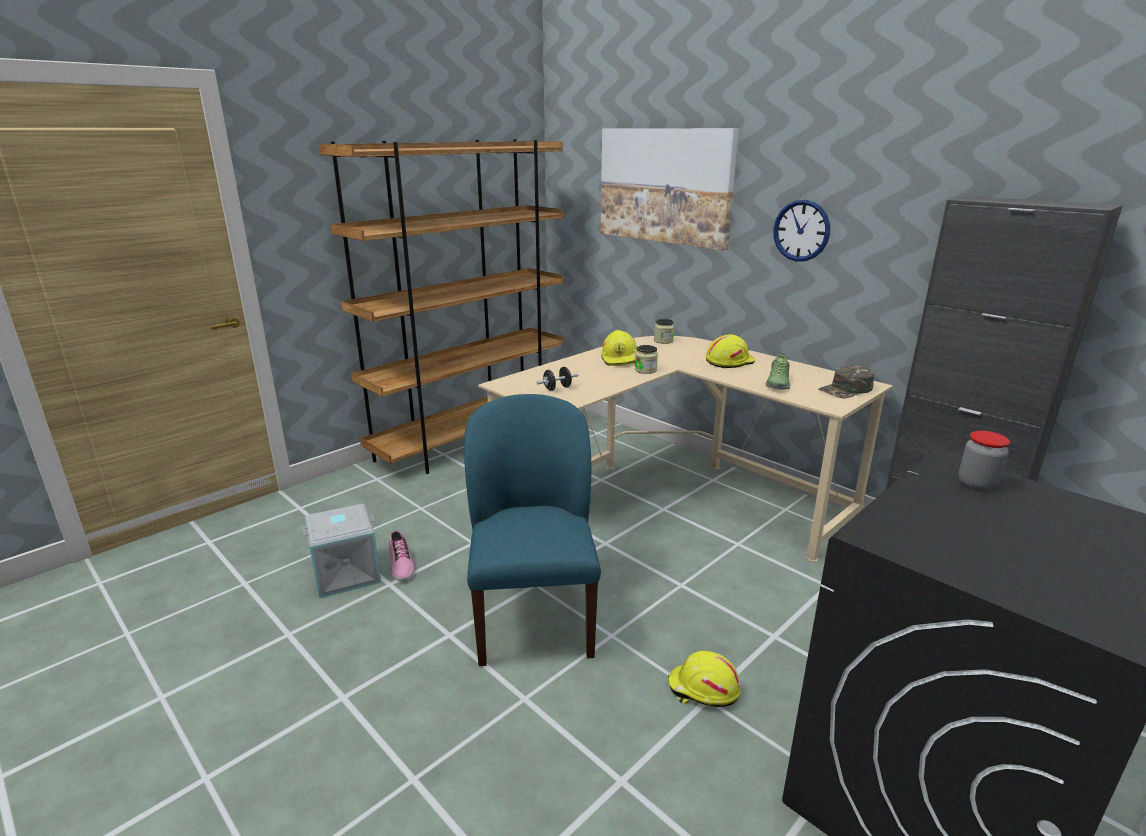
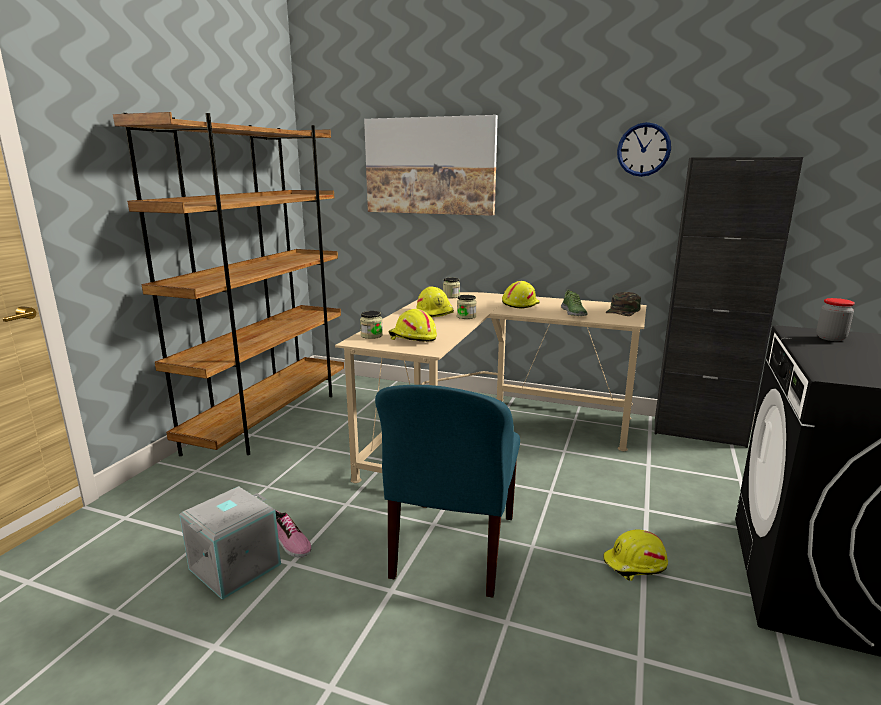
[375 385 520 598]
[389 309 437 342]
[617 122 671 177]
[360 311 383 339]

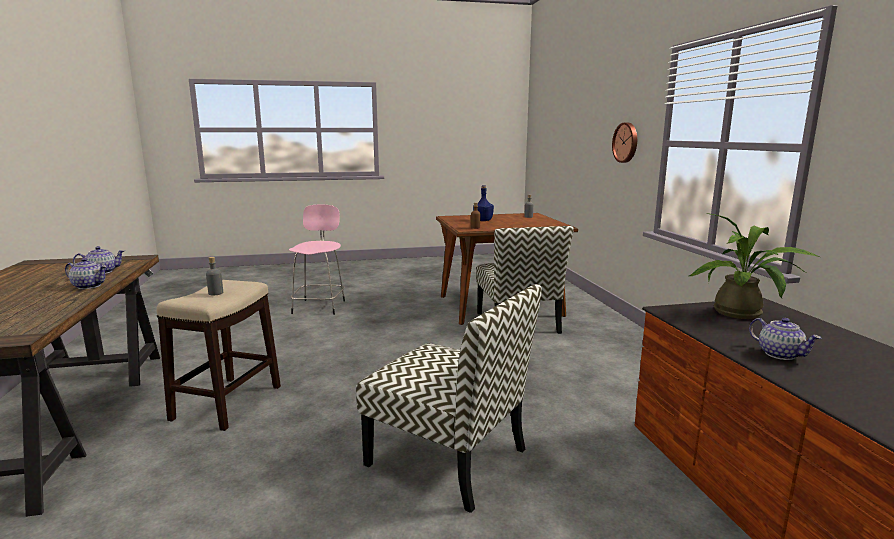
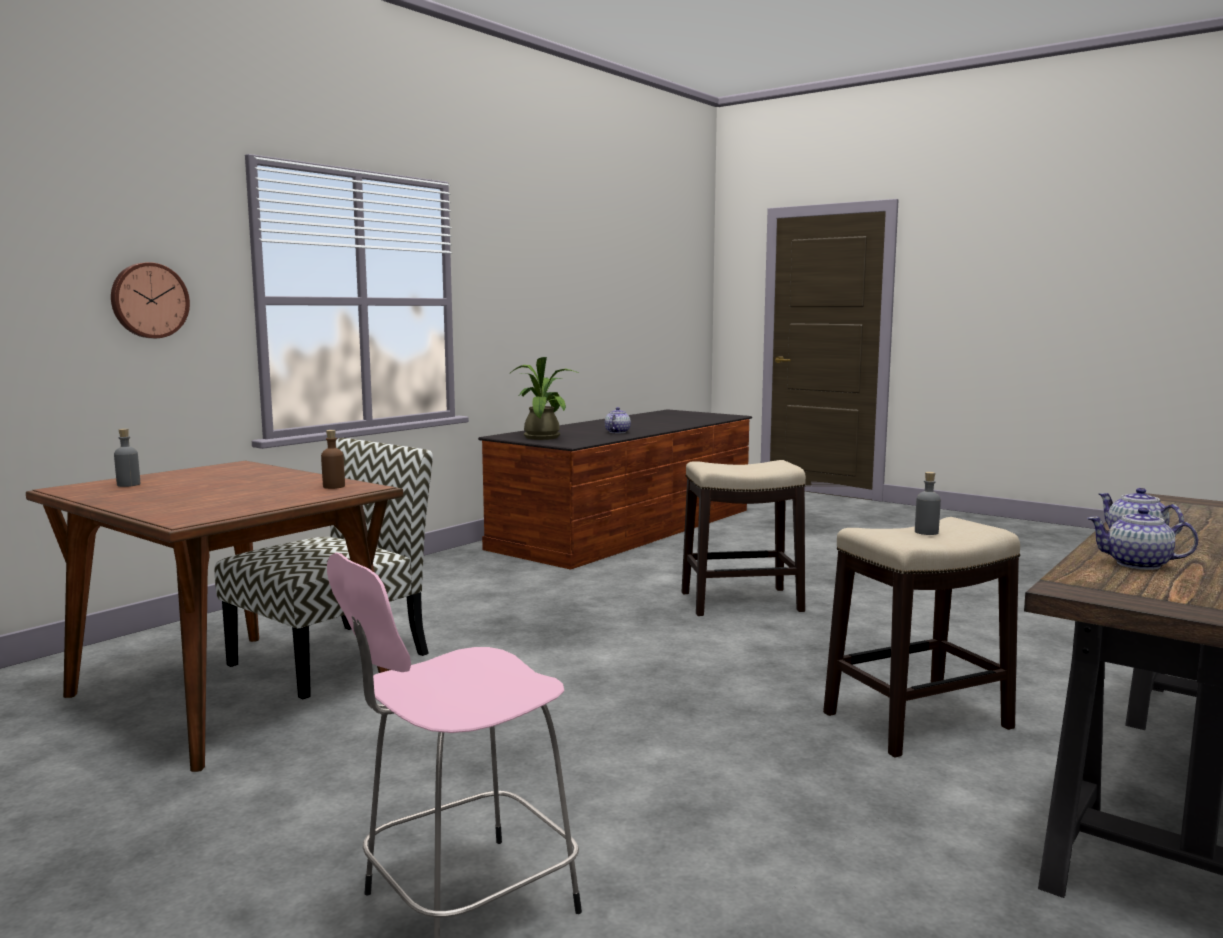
[682 460 806 616]
[473 185 494 221] (first image)

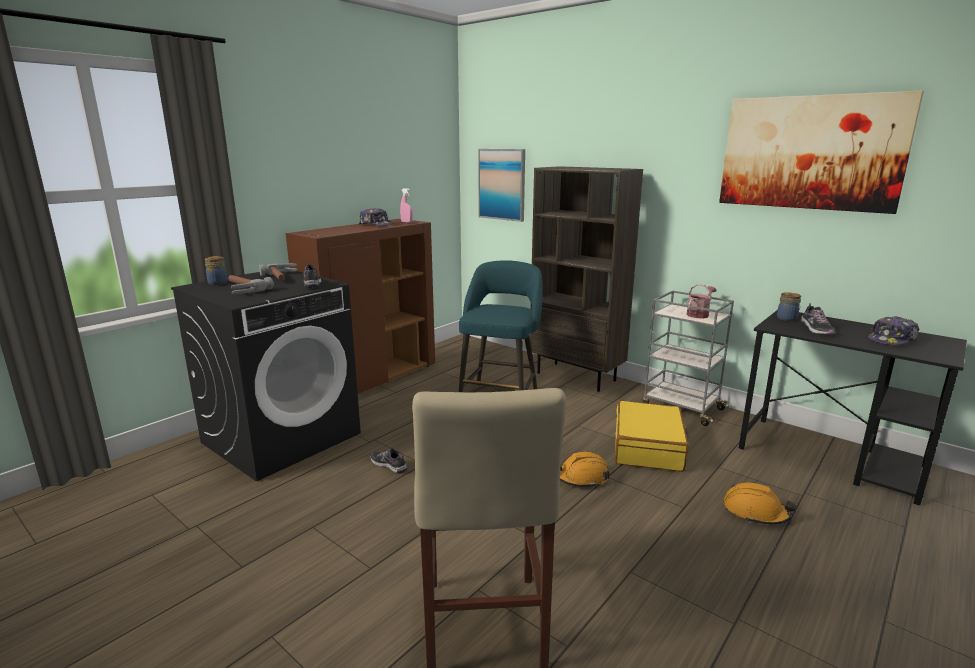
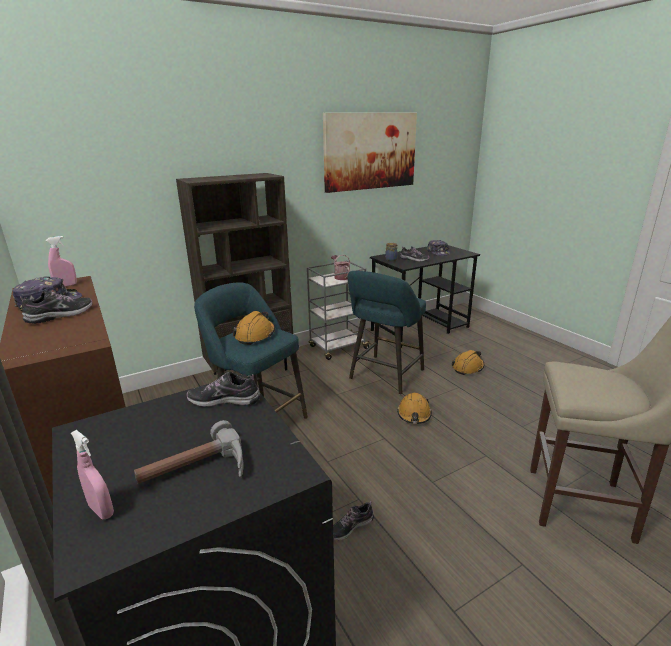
[71 430 114 519]
[259 263 298 281] (first image)
[478 149 525 222] (first image)
[348 271 426 395]
[20 290 92 324]
[233 311 275 345]

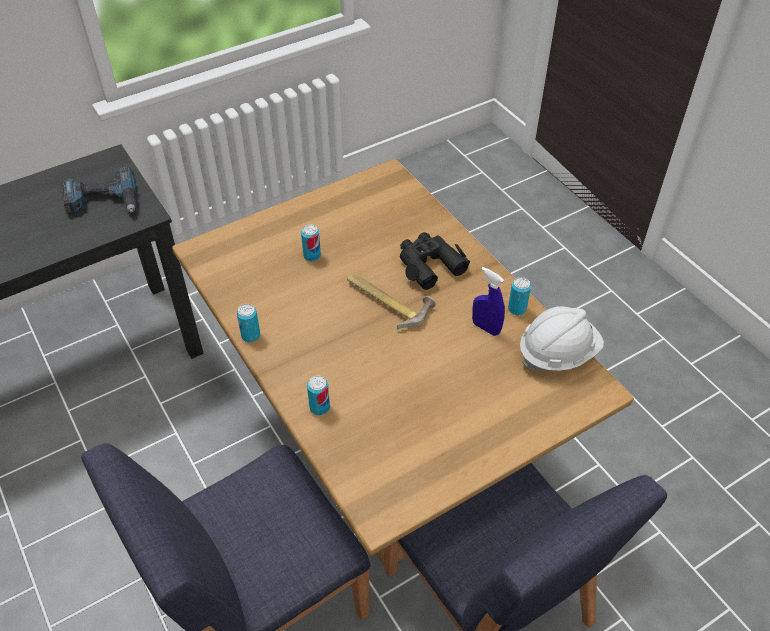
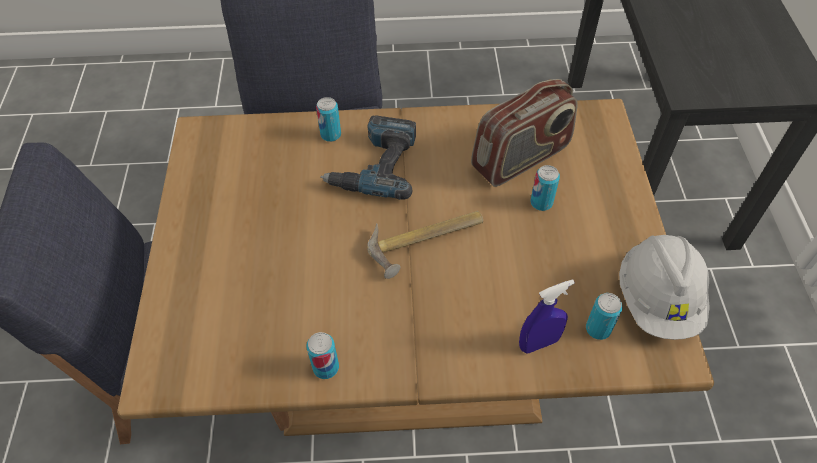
[320 115 416 200]
[586 293 623 340]
[400 232 470 290] (first image)
[519 279 575 354]
[619 235 710 340]
[471 79 578 187]

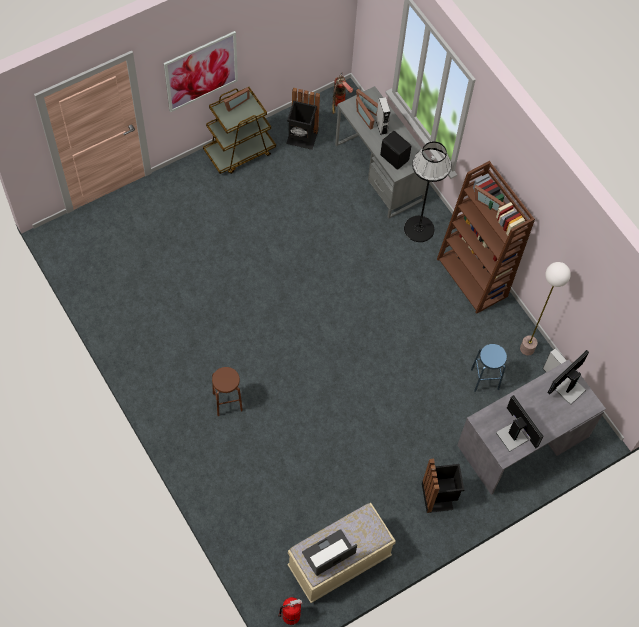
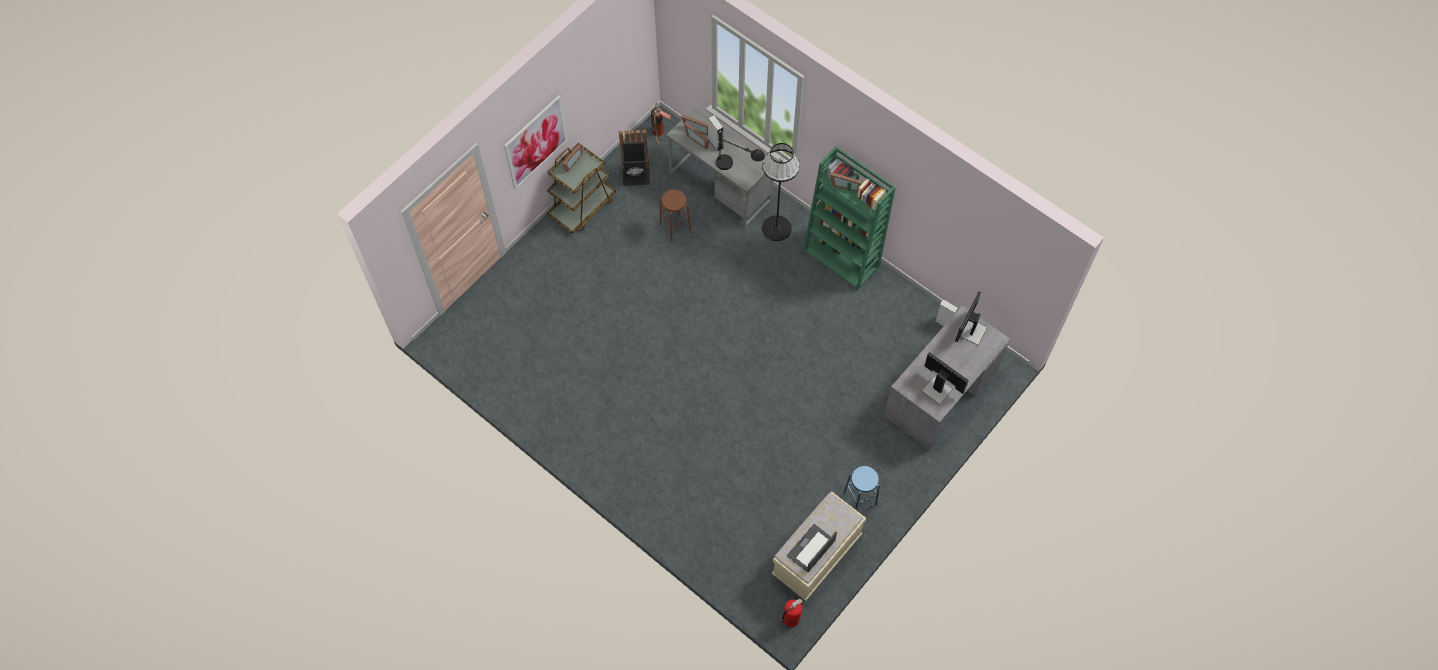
[660 190 691 241]
[716 138 765 170]
[422 459 464 513] (first image)
[803 147 896 291]
[843 466 880 510]
[520 262 571 355] (first image)

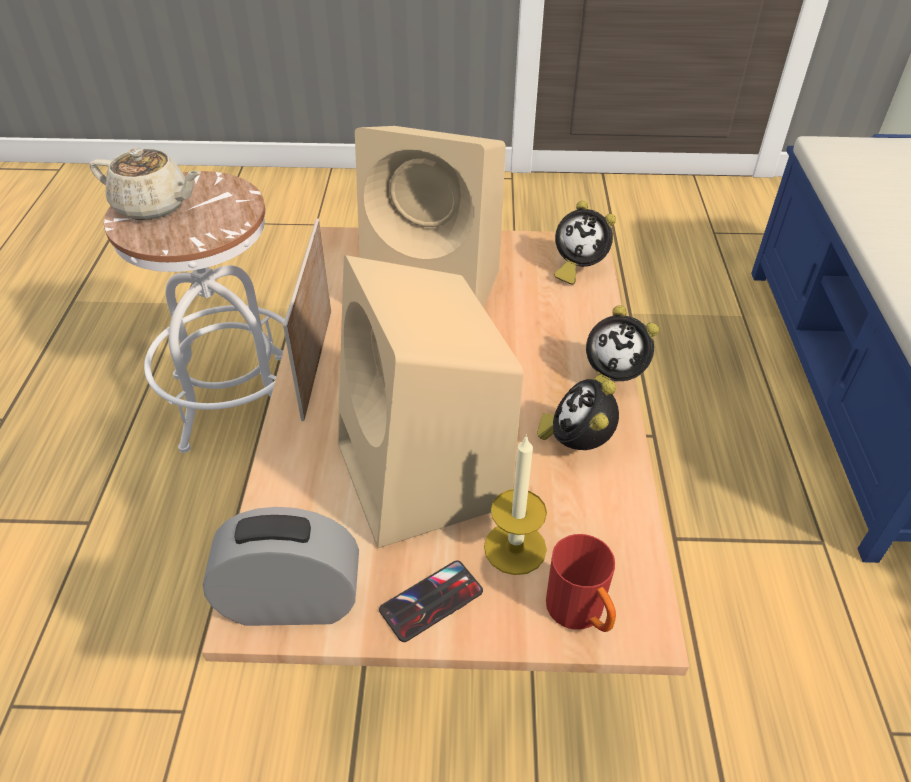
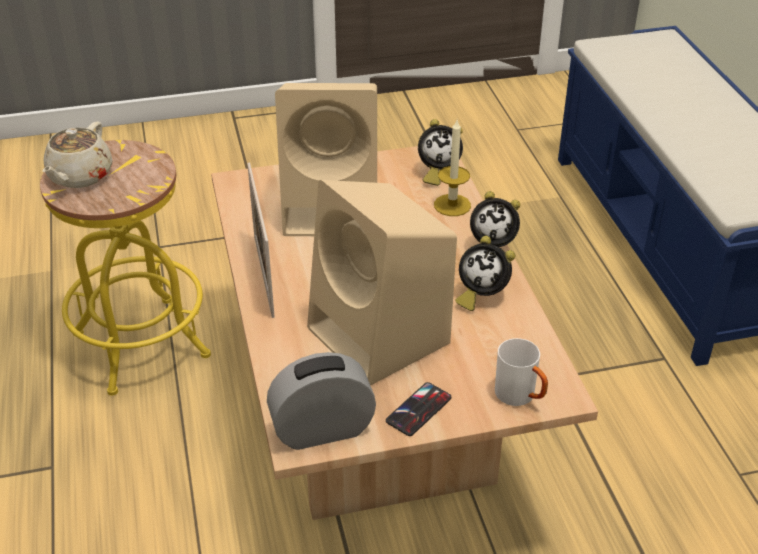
[42 122 112 188]
[40 140 211 396]
[434 120 471 216]
[455 236 515 311]
[495 338 548 406]

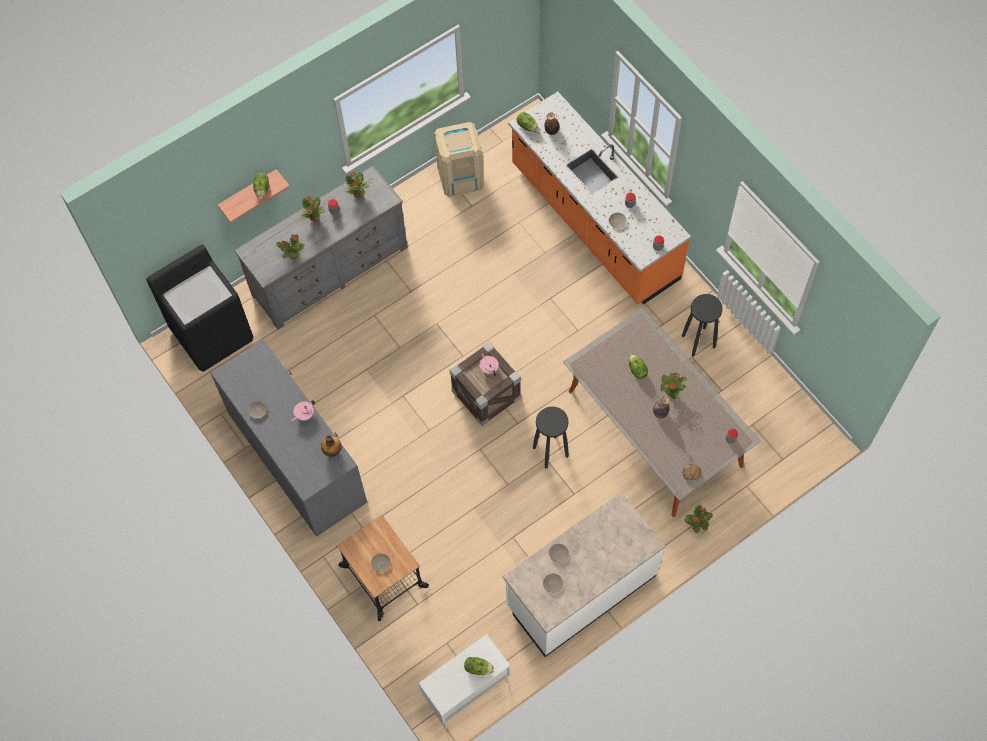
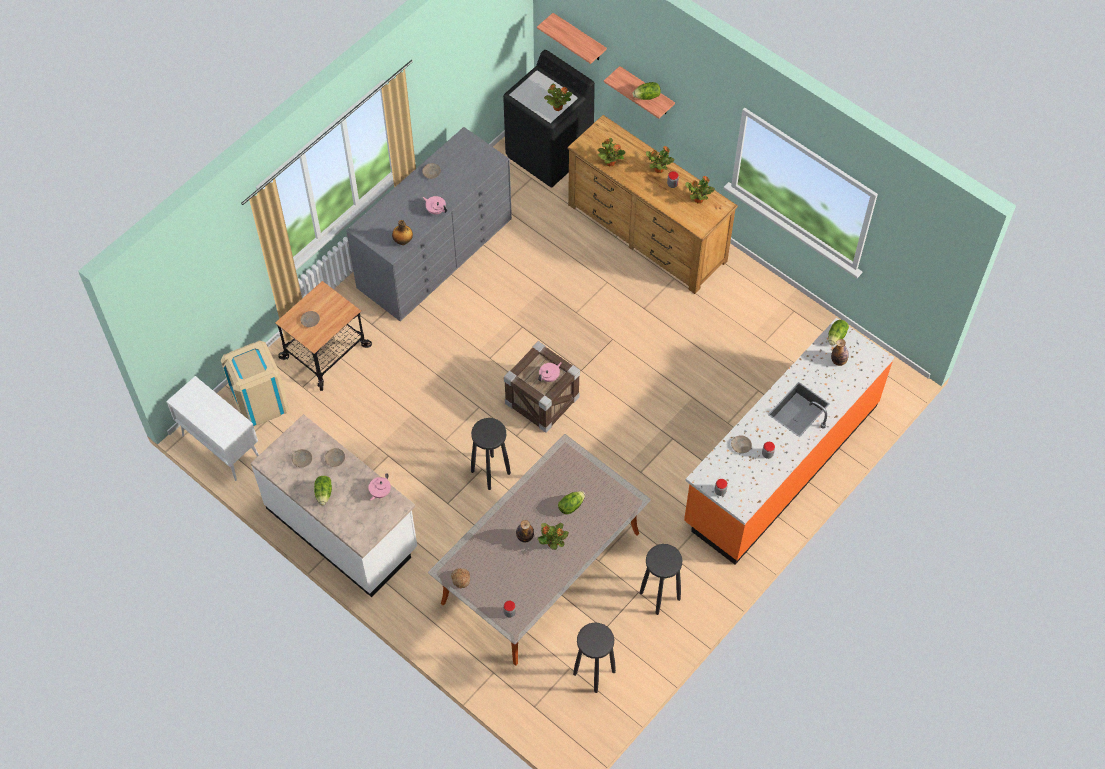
[567 115 738 294]
[221 340 289 426]
[314 476 332 506]
[544 83 572 111]
[369 473 391 501]
[537 13 607 64]
[573 623 616 693]

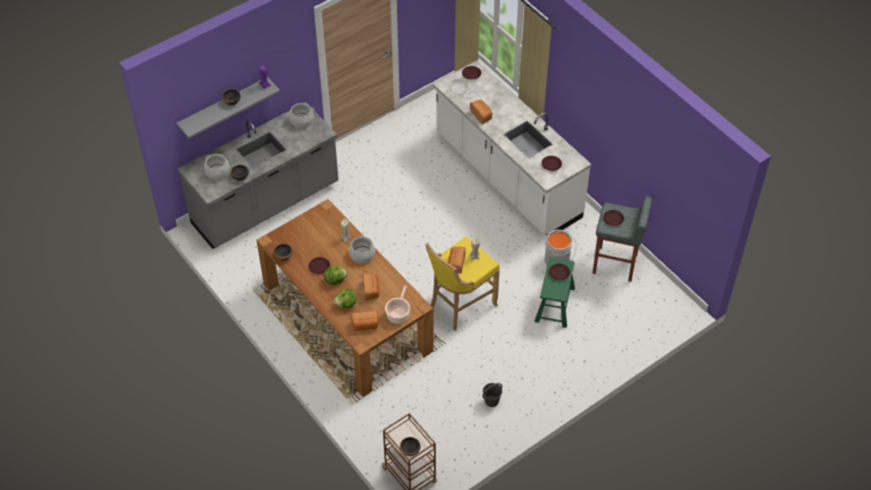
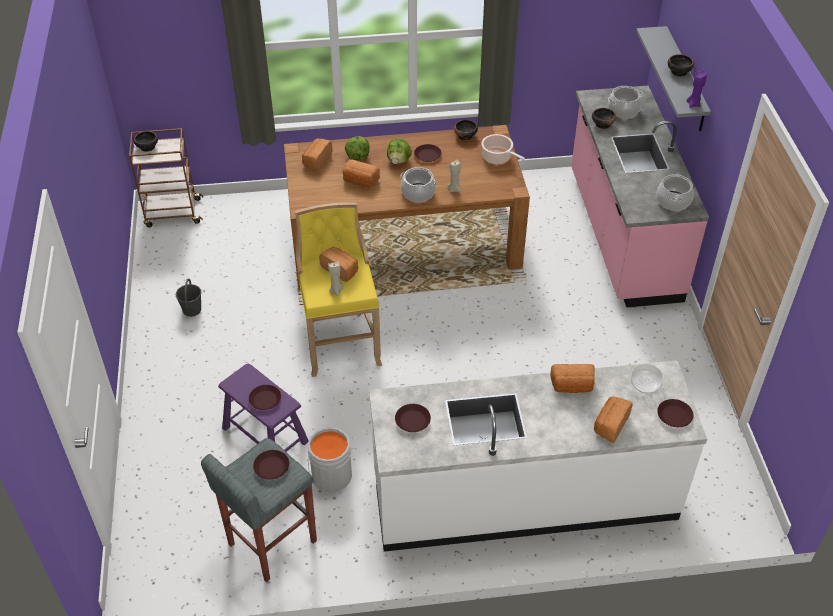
[571 86 709 307]
[481 134 525 164]
[218 364 309 452]
[594 396 633 443]

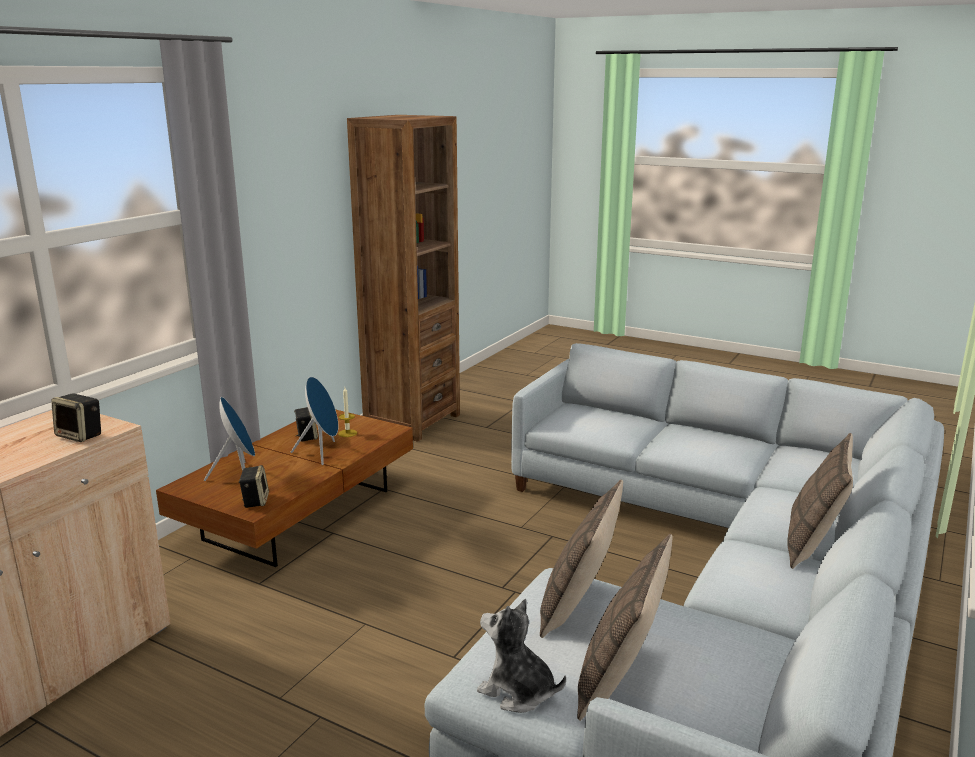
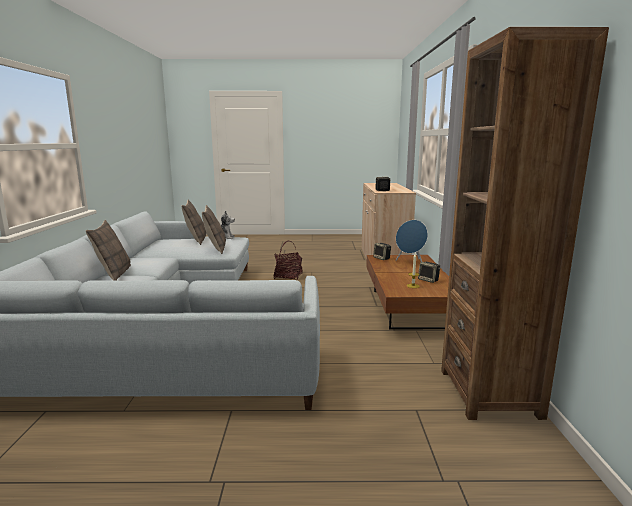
[291 377 338 465] (first image)
[274 241 303 280]

